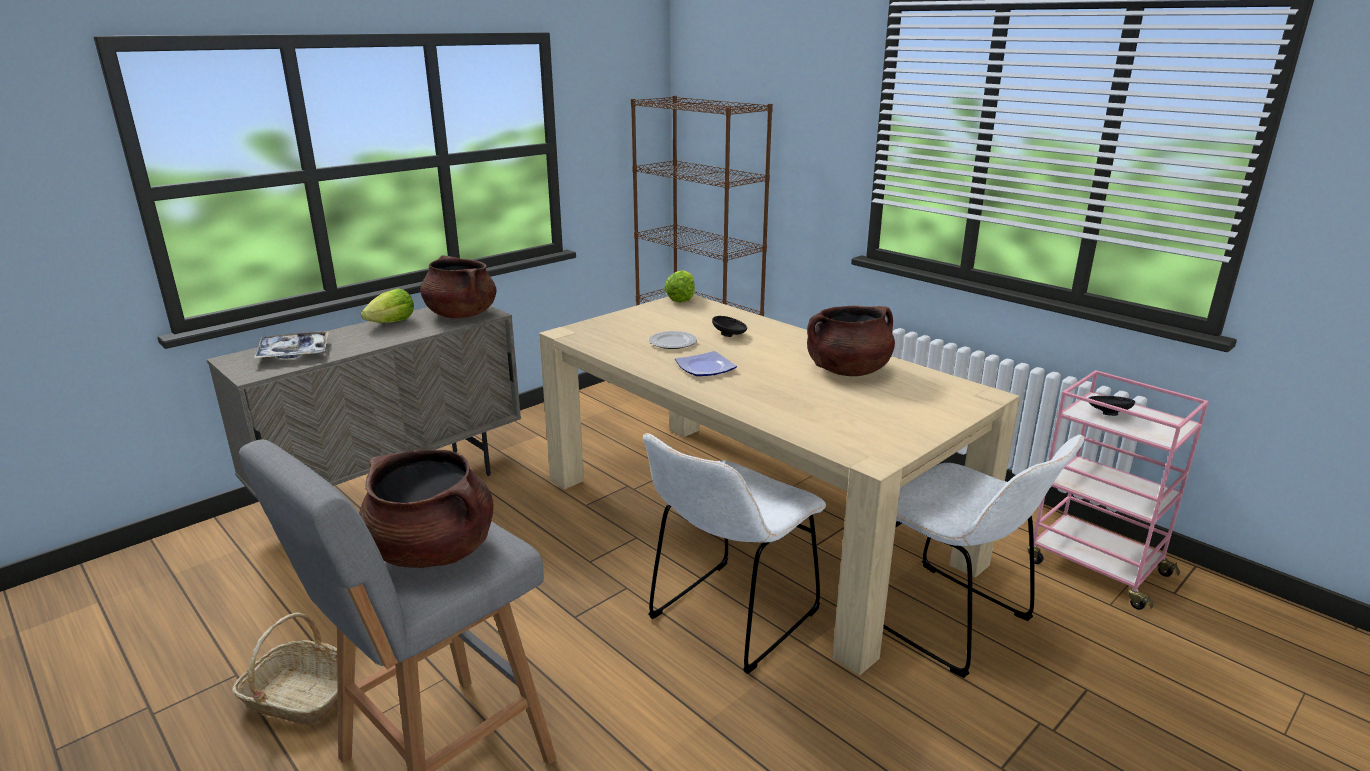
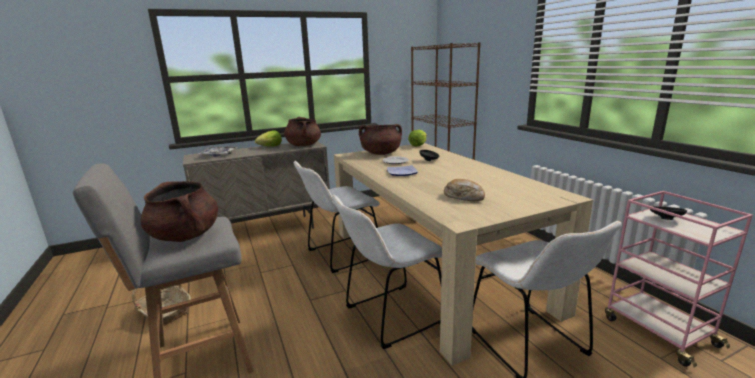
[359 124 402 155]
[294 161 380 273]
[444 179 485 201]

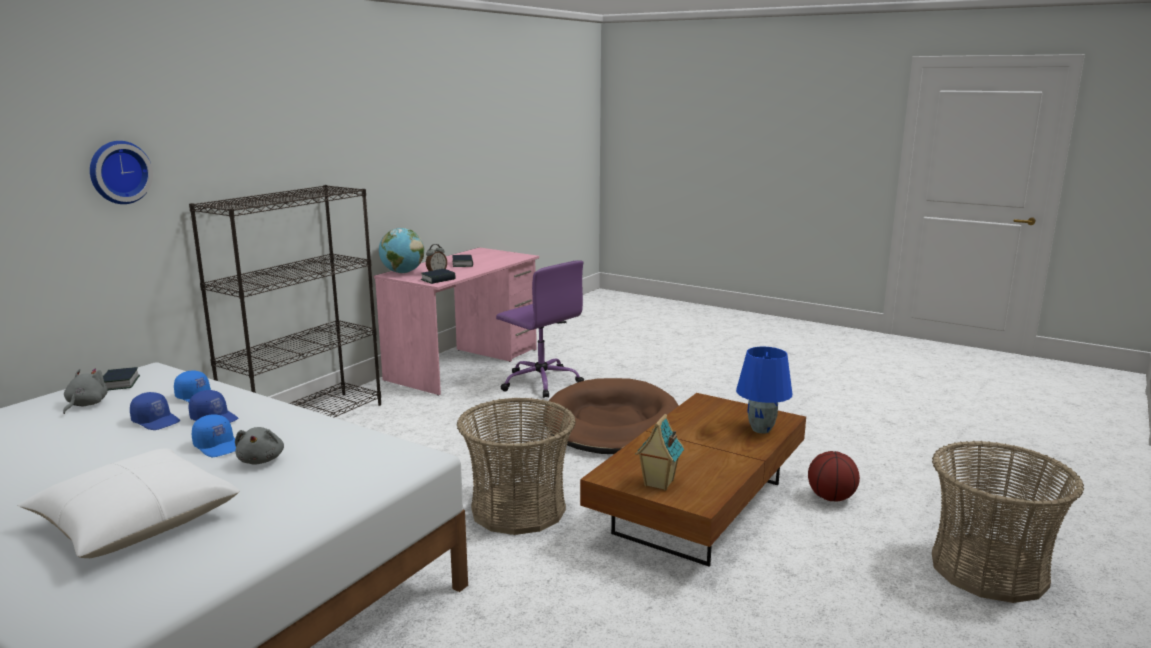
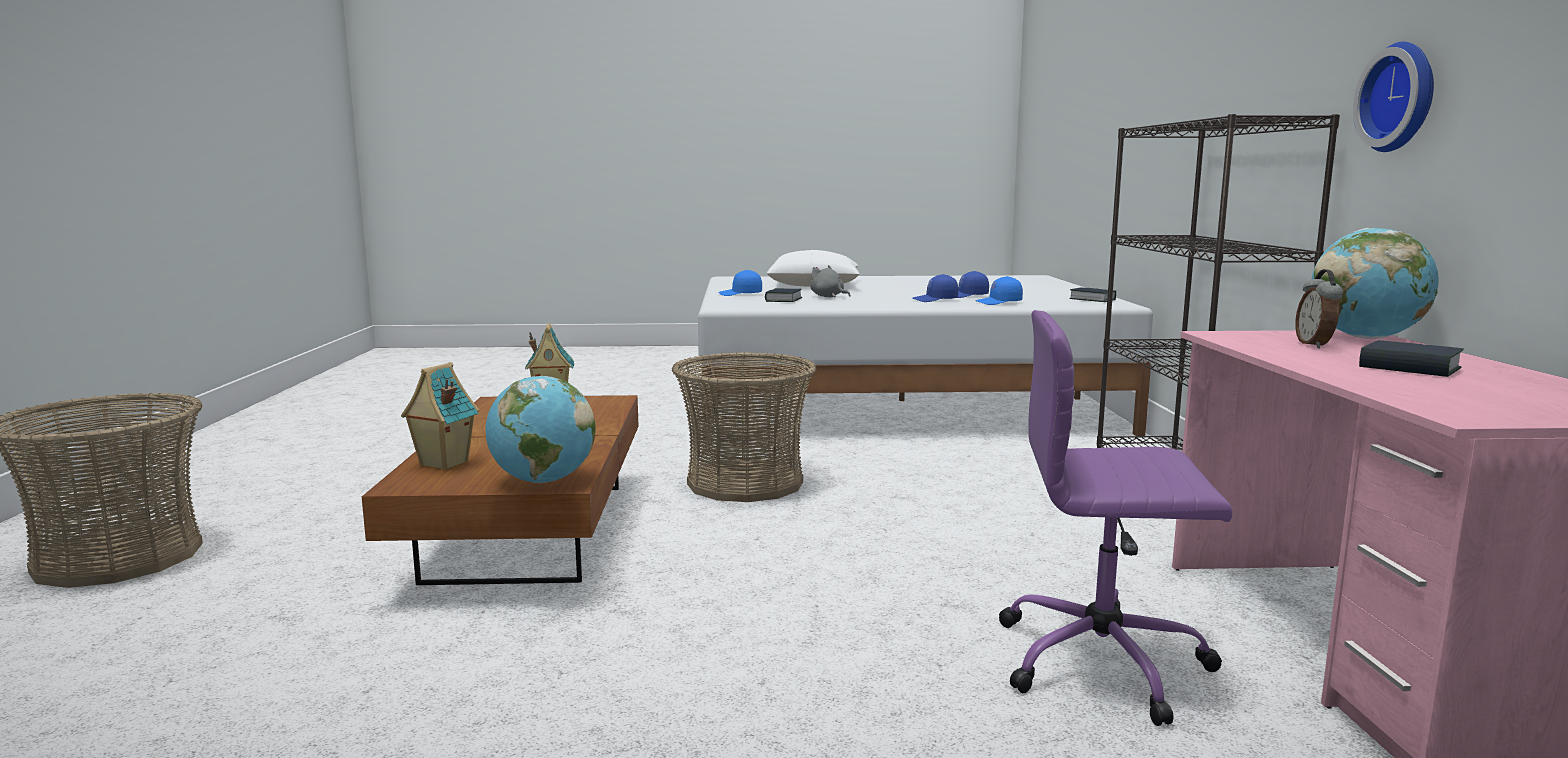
[63 369 108 414] (first image)
[1353 42 1434 152]
[718 270 762 296]
[765 288 802 302]
[543 378 679 454] (first image)
[401 362 479 470]
[808 451 860 502] (first image)
[485 376 596 483]

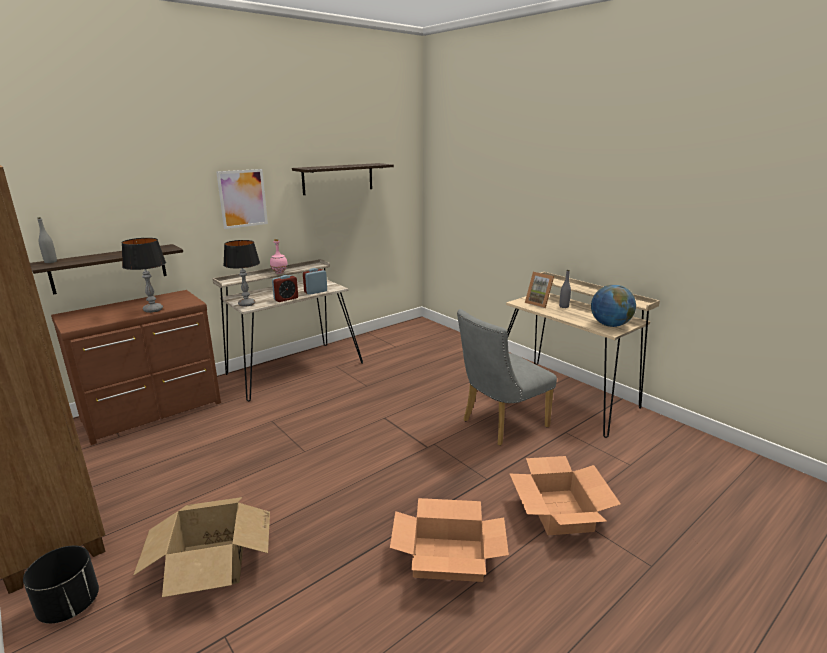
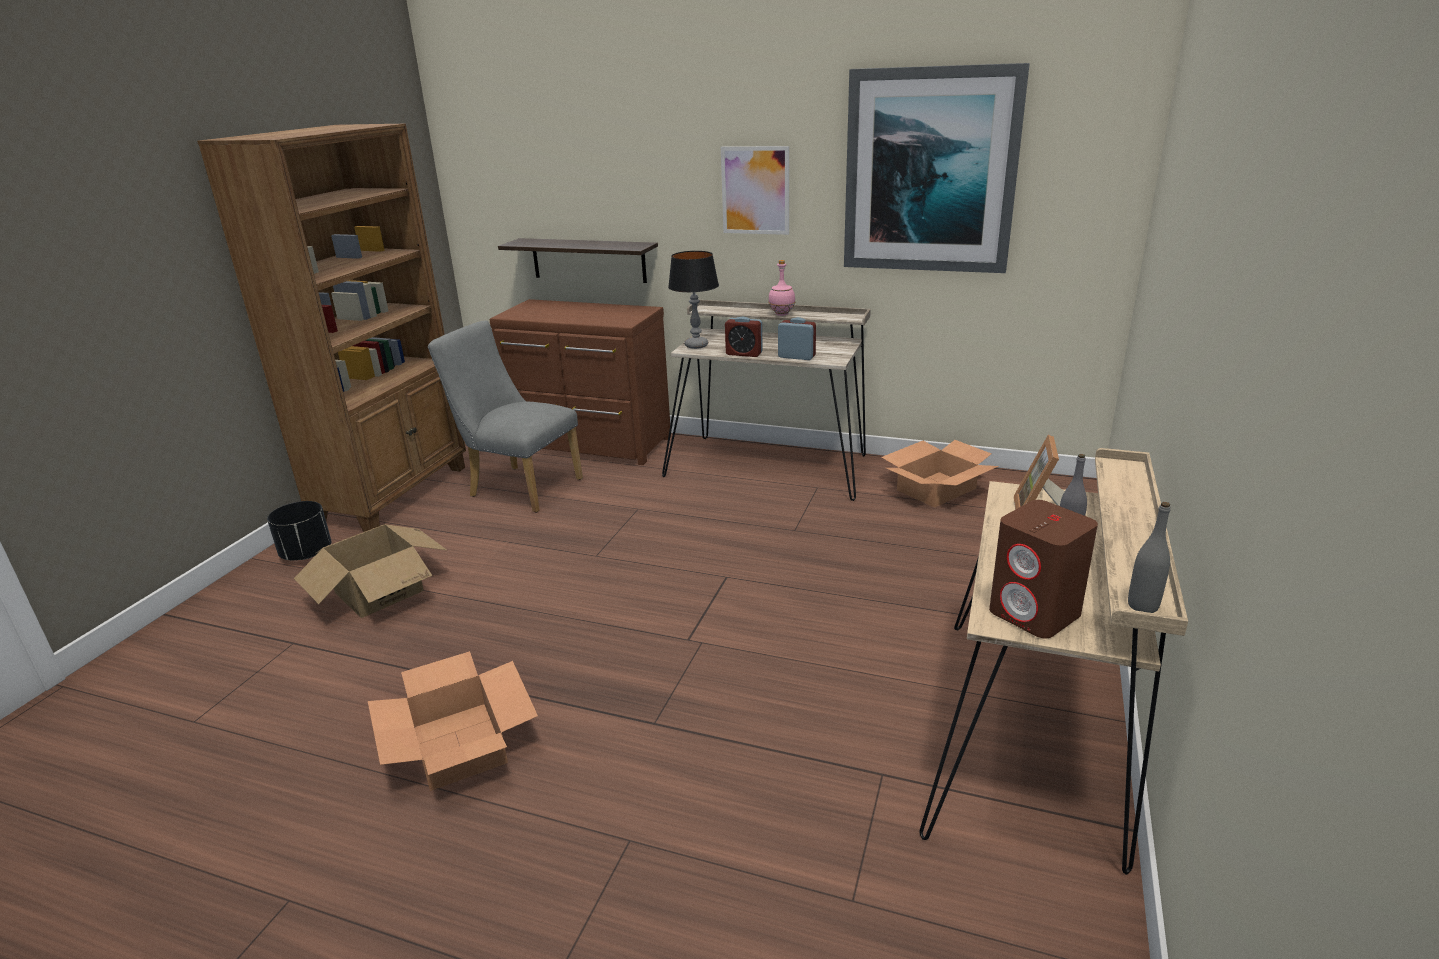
[1128 502 1171 613]
[122 238 166 313] (first image)
[844 63 1030 273]
[428 321 583 513]
[881 440 998 508]
[989 500 1098 638]

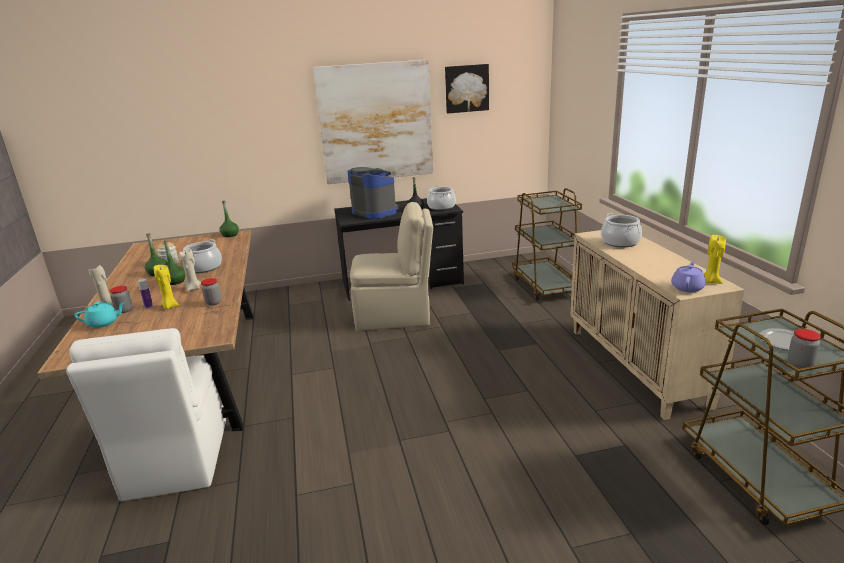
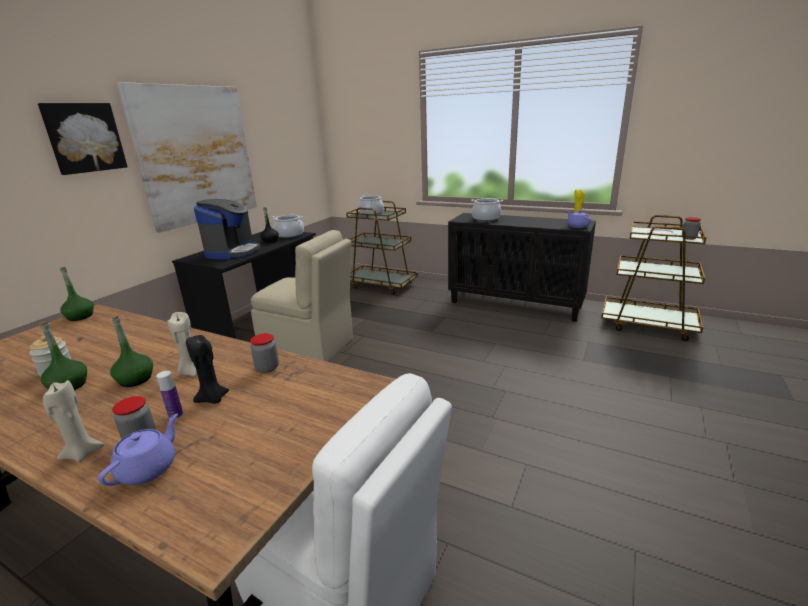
[98 413 178 486]
[186 335 229 404]
[358 195 384 216]
[194 199 260 259]
[251 230 353 362]
[38 103 128 175]
[448 213 596 322]

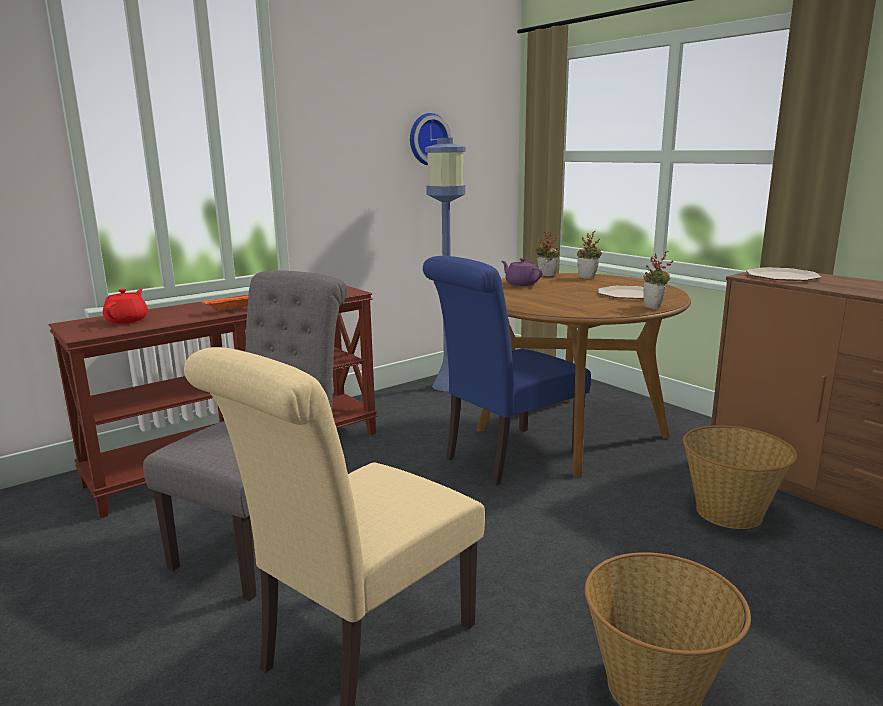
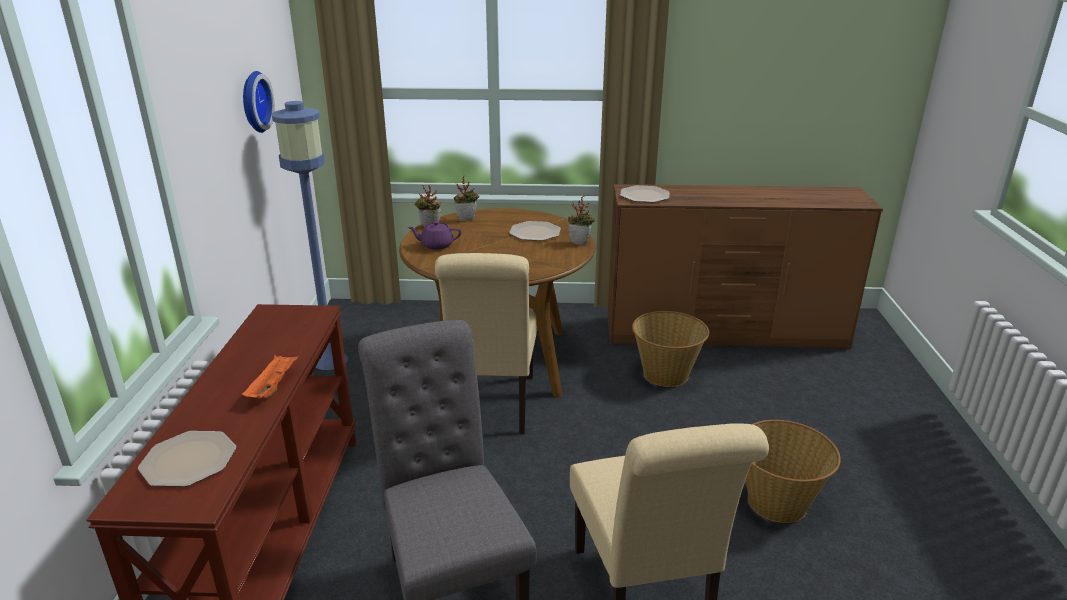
[138 431 236 487]
[435 253 537 434]

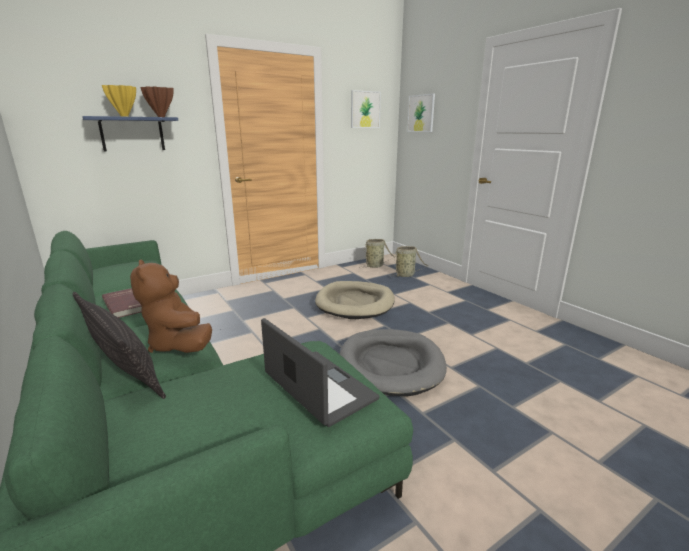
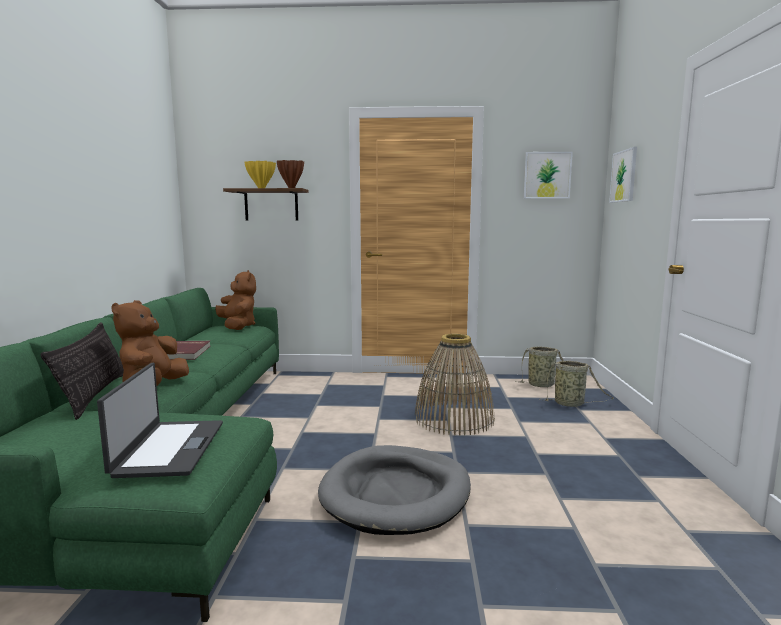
[223 188 309 220]
[415 334 495 436]
[215 270 256 330]

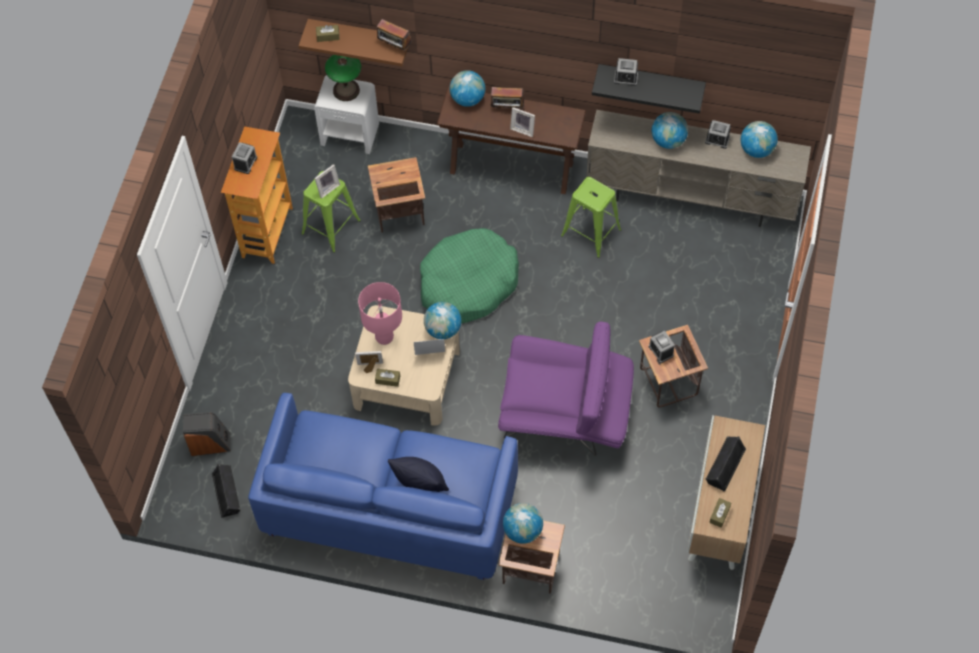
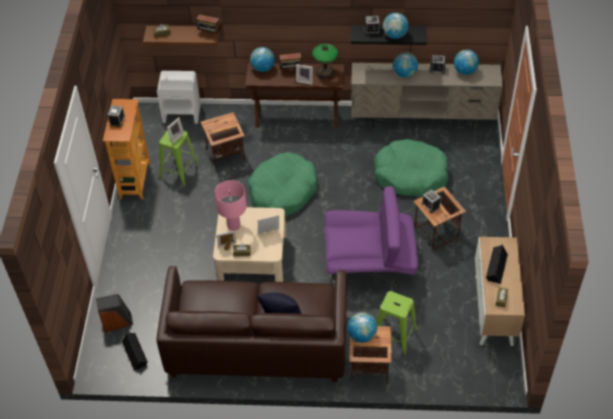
[156 266 347 382]
[312 44 338 80]
[383 13 409 39]
[376 291 417 355]
[374 139 448 197]

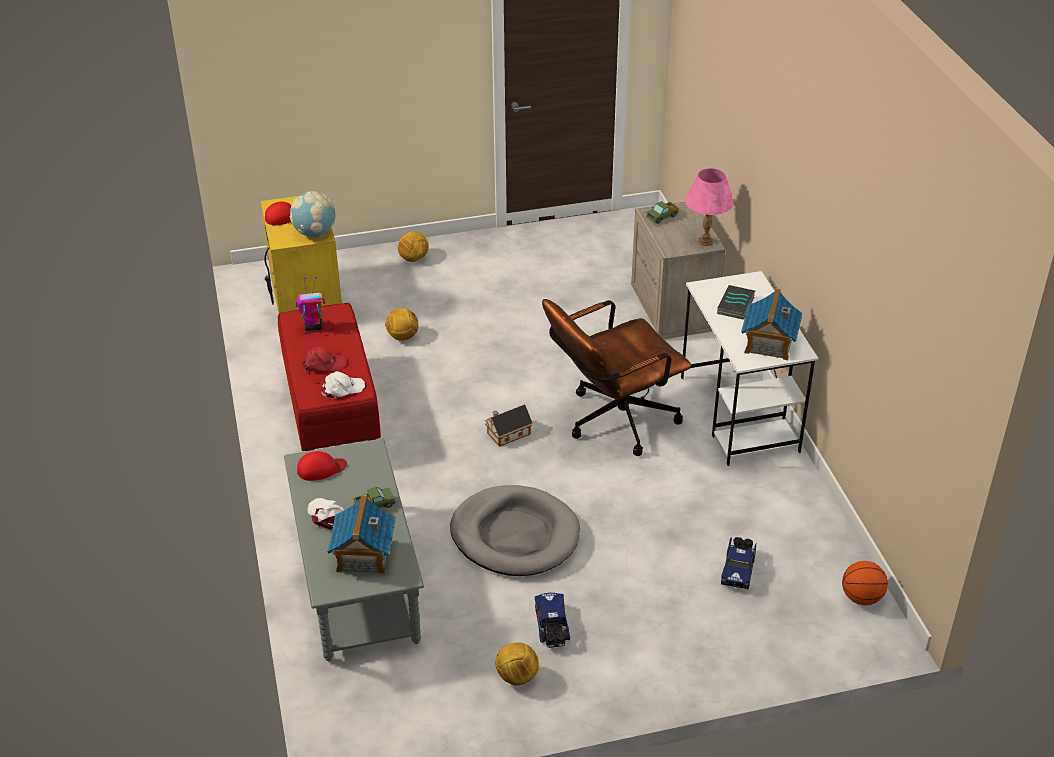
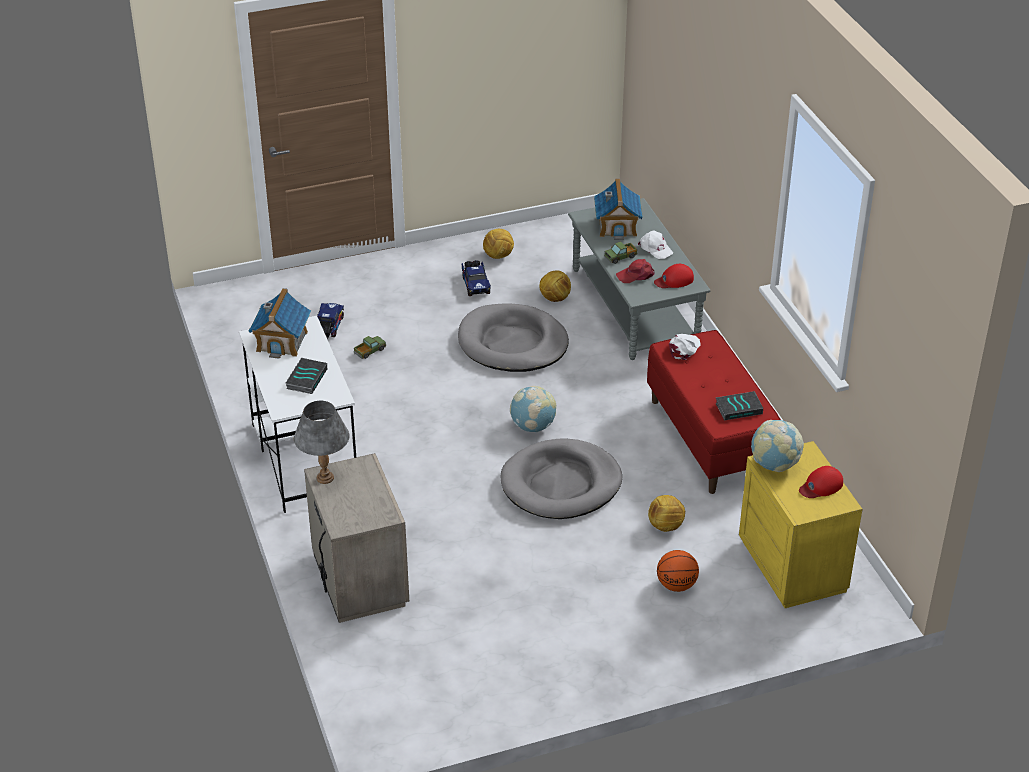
[715 391 763 420]
[616 259 655 283]
[669 334 701 360]
[539 270 571 302]
[510 386 556 433]
[542 299 691 456] (first image)
[354 336 386 359]
[294 401 349 484]
[657 550 699 592]
[501 439 622 519]

